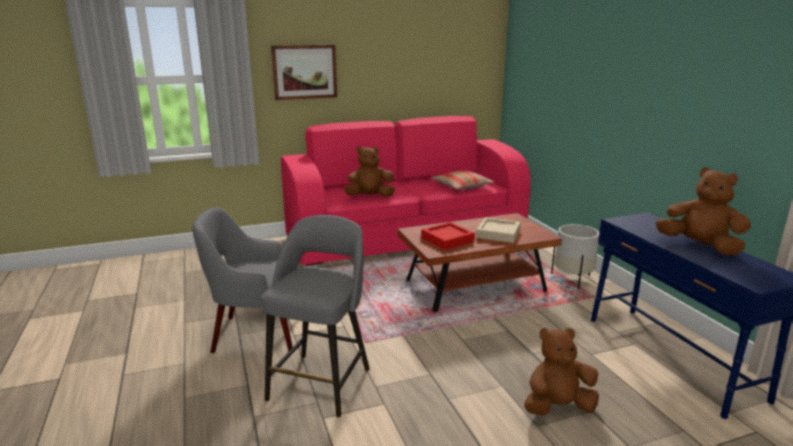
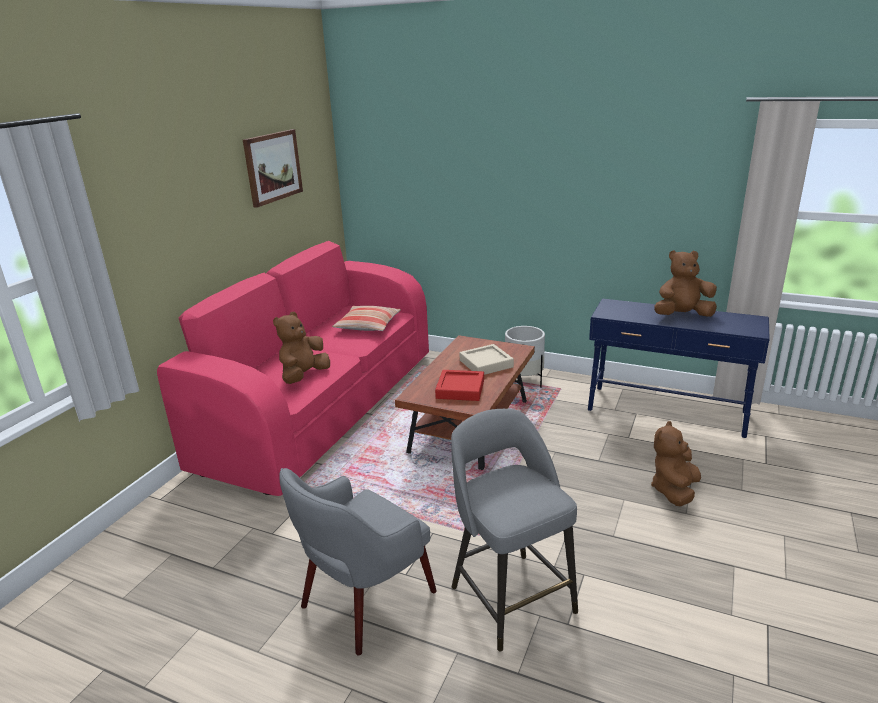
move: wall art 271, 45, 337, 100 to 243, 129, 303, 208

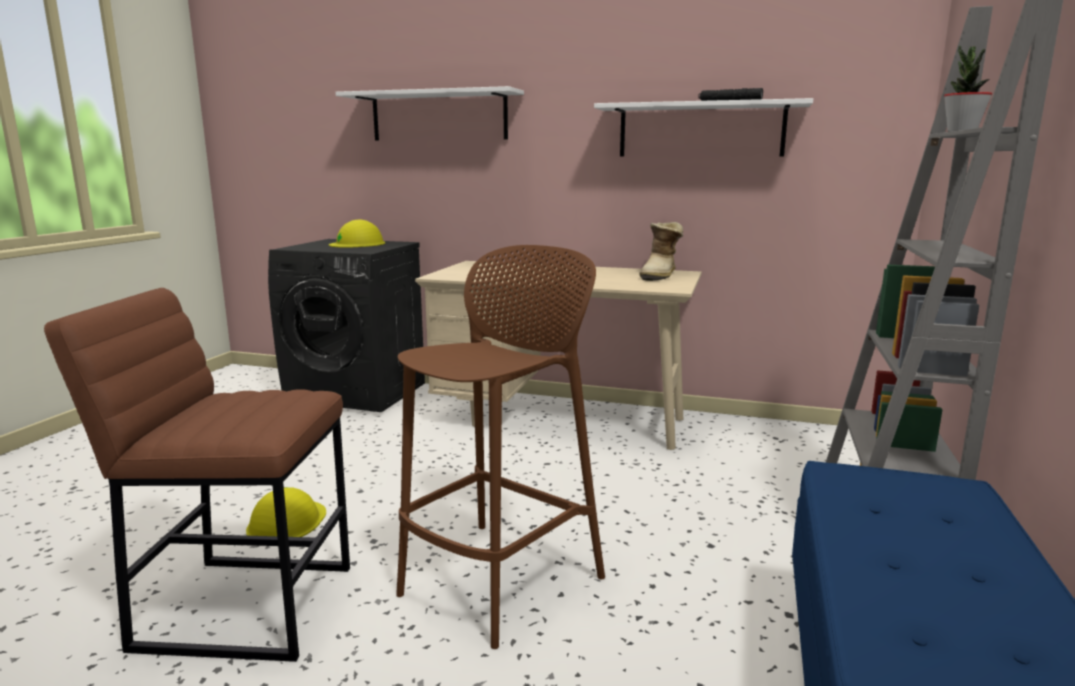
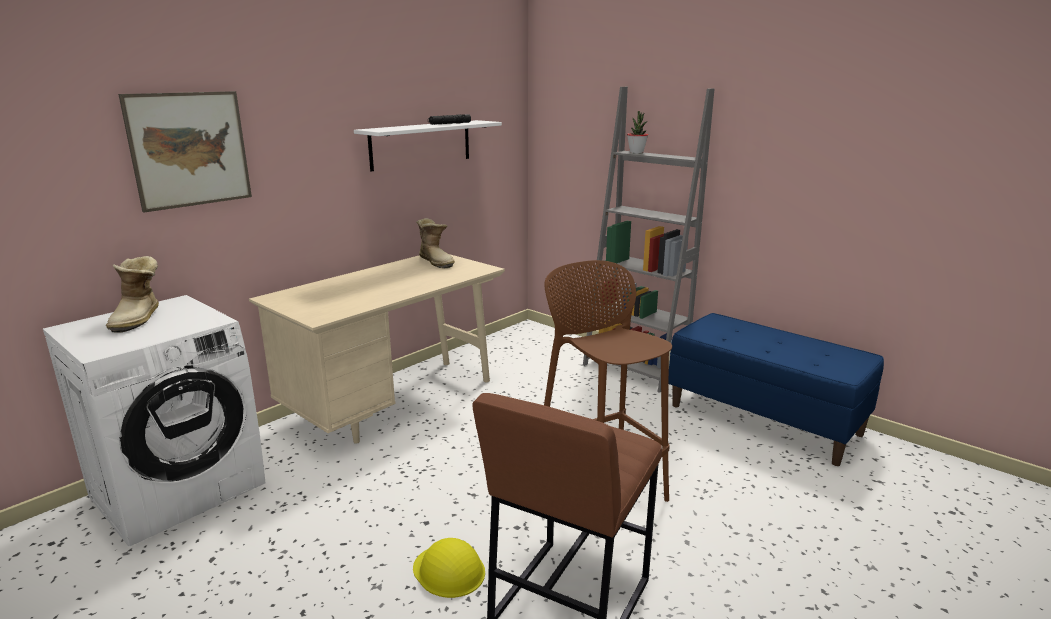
replace: safety helmet in yellow 329, 219, 385, 248 to tall boot 106, 256, 159, 333; shelf in white-coloured 335, 86, 524, 141 to wall art 118, 91, 252, 212
recolor: washing machine in blackish 268, 239, 425, 412 to washing machine in white-coloured 43, 295, 265, 546

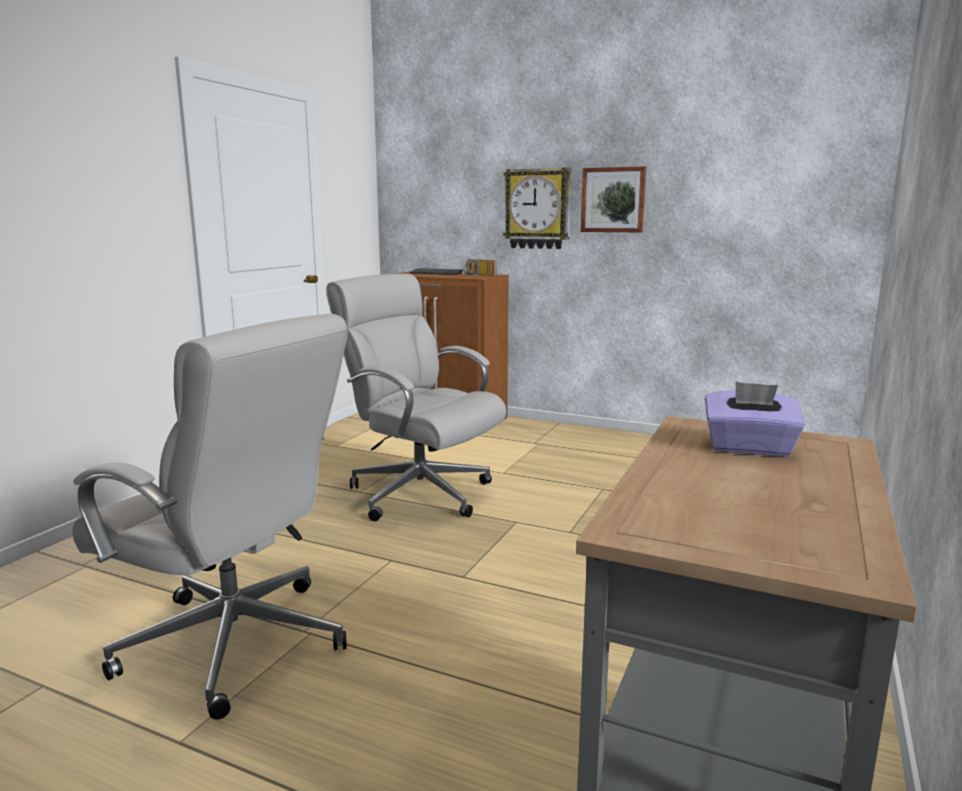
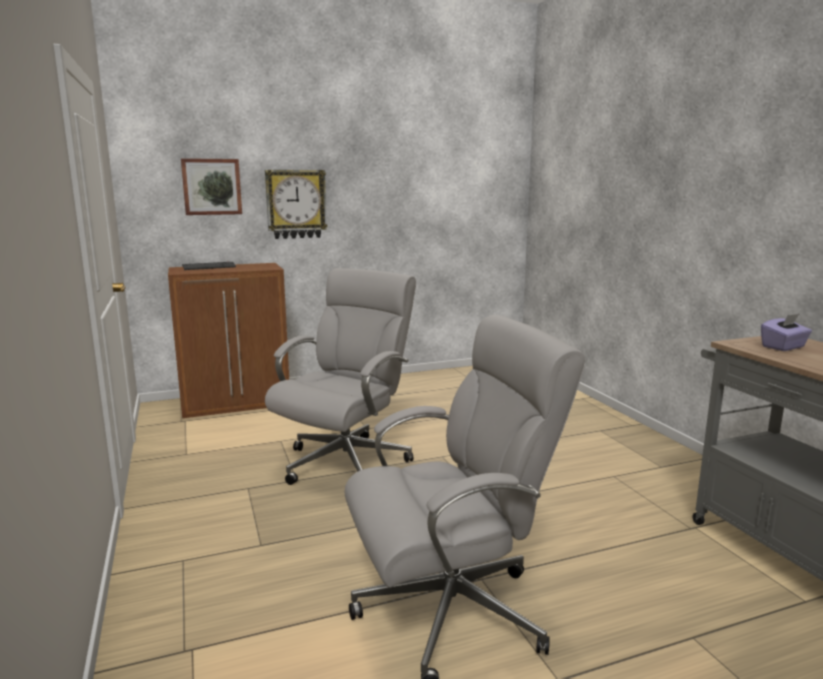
delete: radio receiver 464, 259, 497, 276
move: wall art 581, 166, 647, 233 to 181, 158, 242, 215
rotate: office chair in gray 326, 274, 506, 521 = 265, 268, 416, 485 135 degrees clockwise

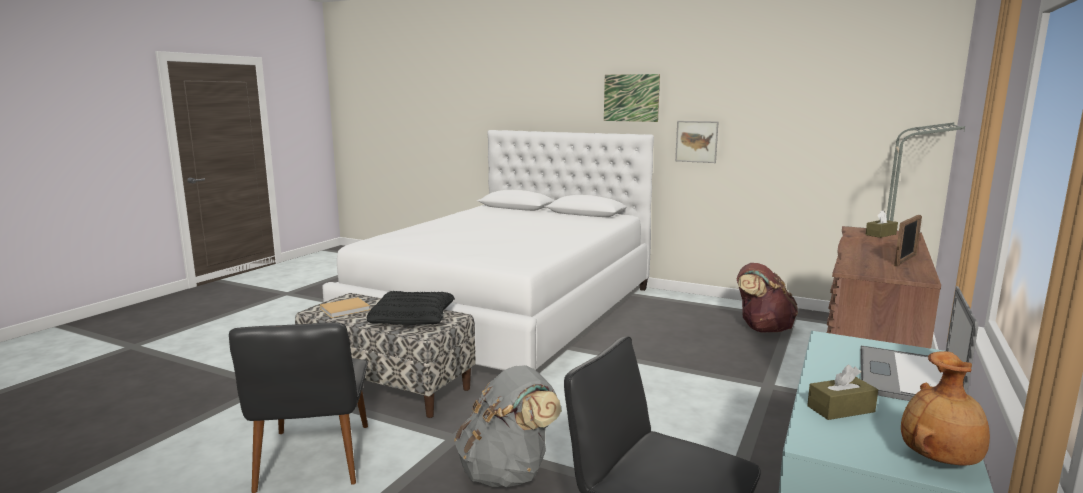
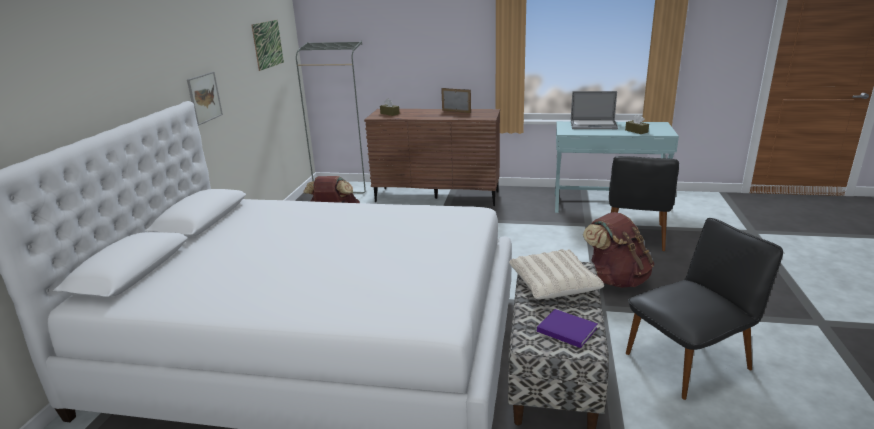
delete: flower vase in brownish 901, 351, 990, 466
move: wall art 604, 74, 660, 122 to 251, 20, 284, 71
recolor: bound book in beige-coloured 320, 297, 370, 318 to bound book in purple-coloured 537, 309, 597, 348; cushion in blackish 366, 291, 455, 325 to cushion in beige-coloured 509, 249, 604, 299; knapsack in gray 454, 365, 562, 487 to knapsack in brownish 583, 212, 654, 288

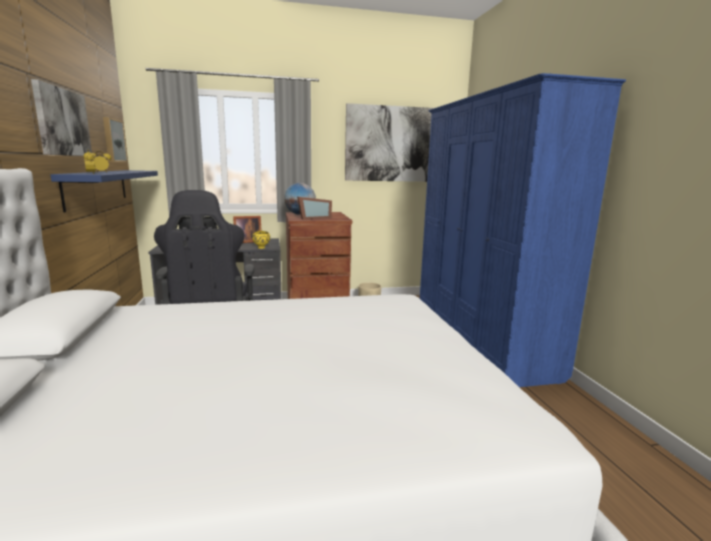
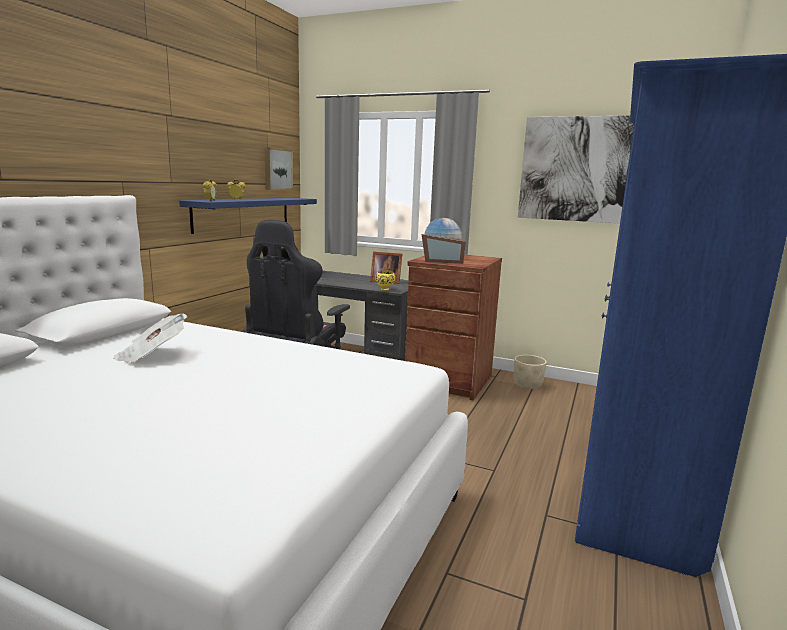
delete: wall art 31, 79, 92, 156
insert: newspaper 113, 314, 187, 363

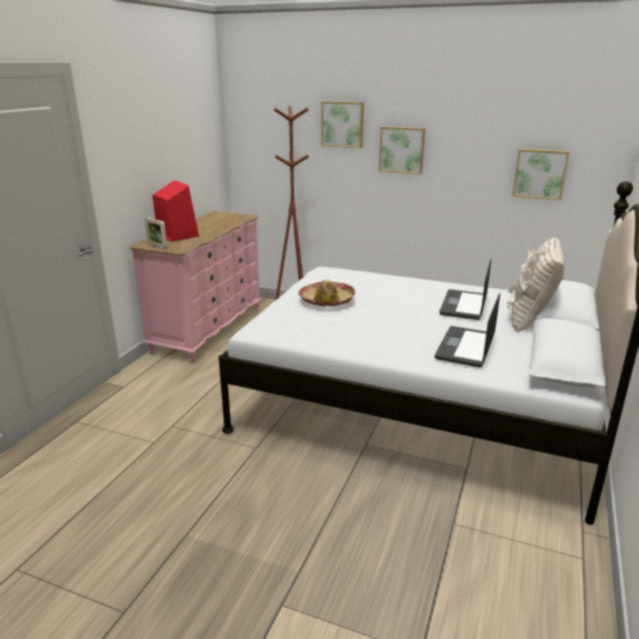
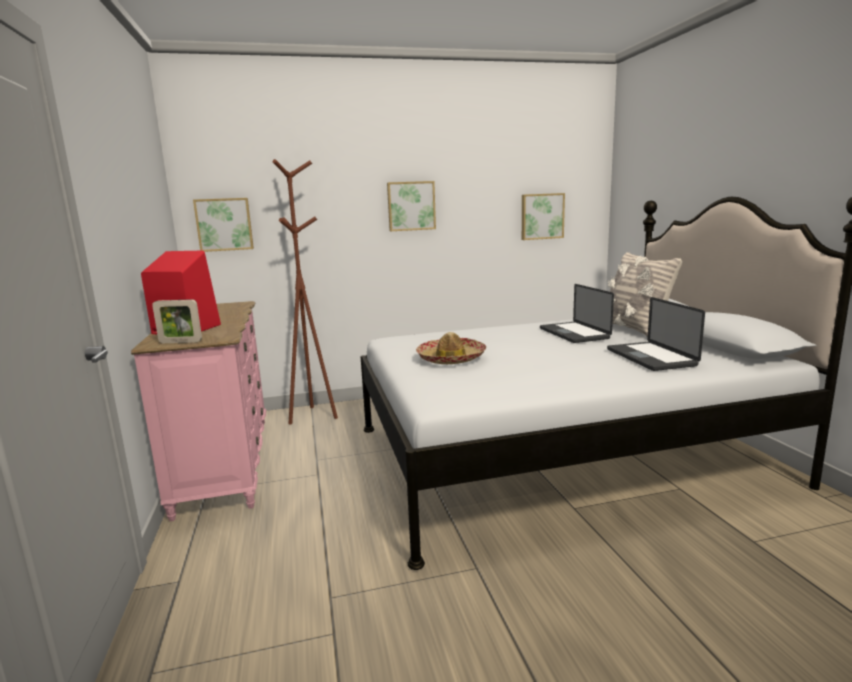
move: wall art 321, 101, 364, 148 to 193, 198, 254, 252

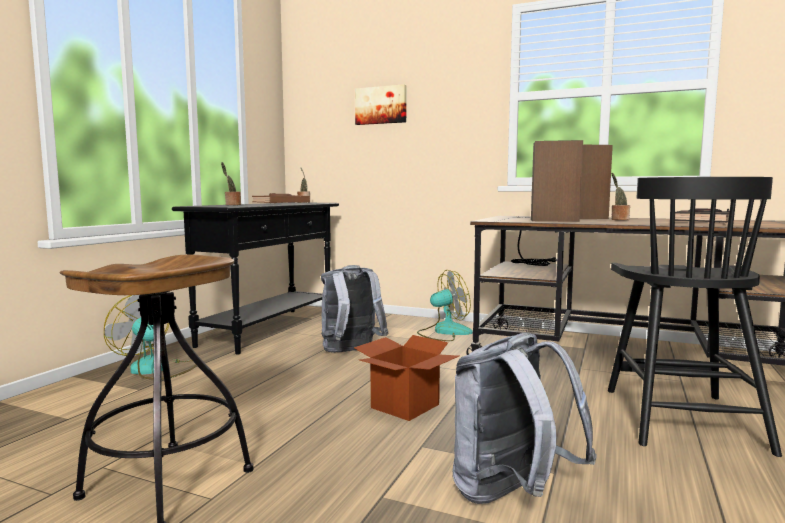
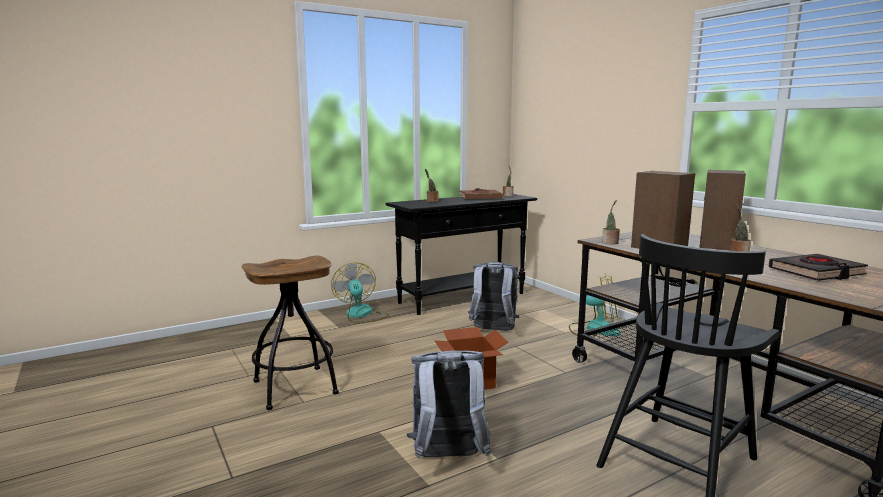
delete: wall art 355, 84, 406, 125
insert: houseplant 602, 200, 620, 245

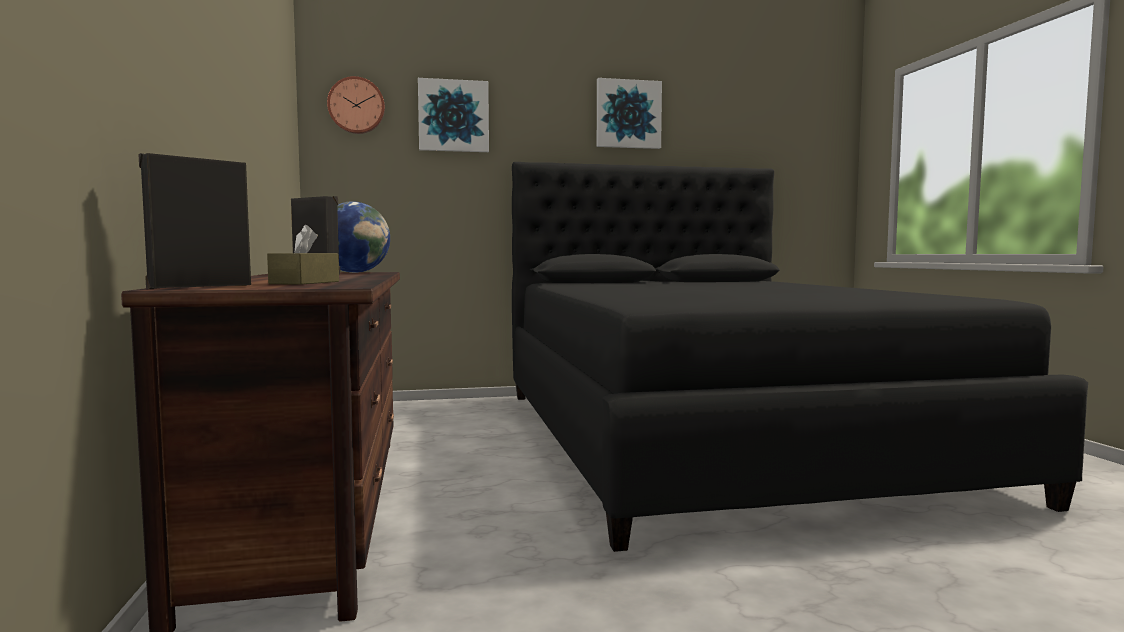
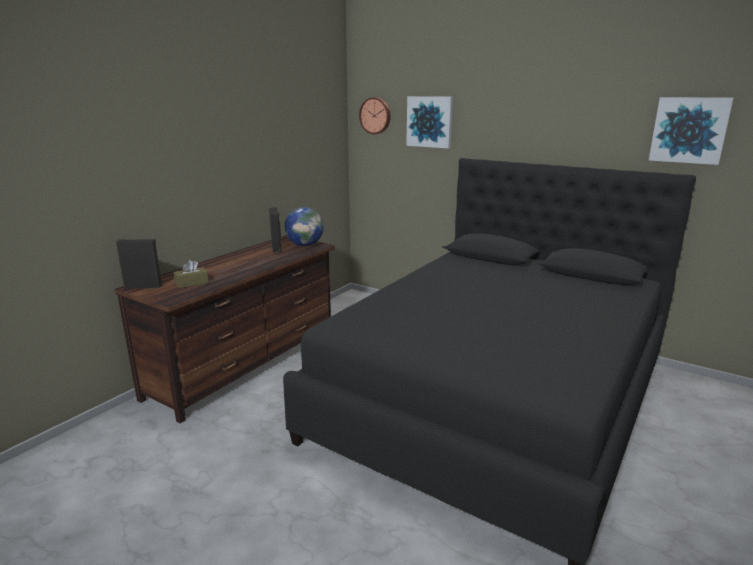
move: wall art 597, 78, 662, 149 to 649, 97, 734, 165

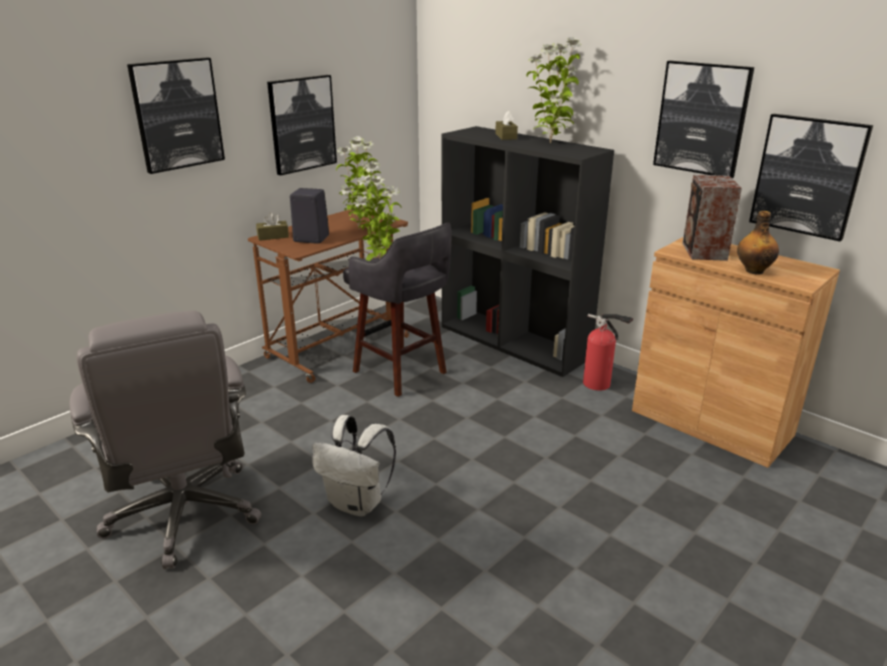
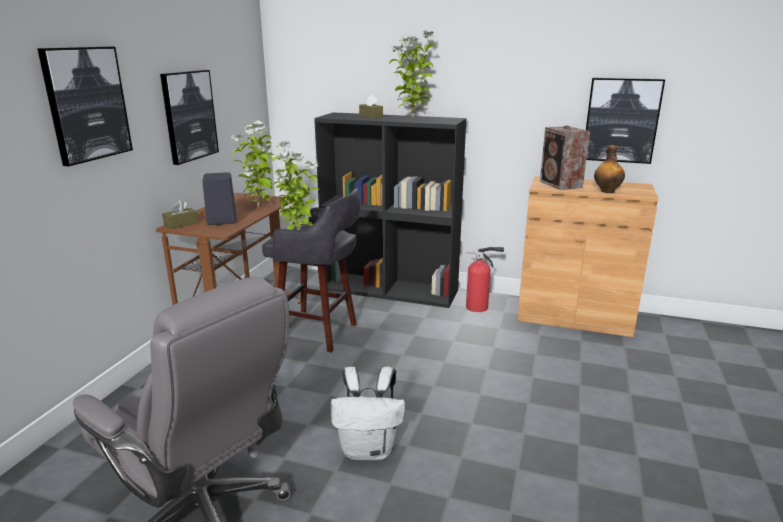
delete: wall art 653, 61, 754, 178

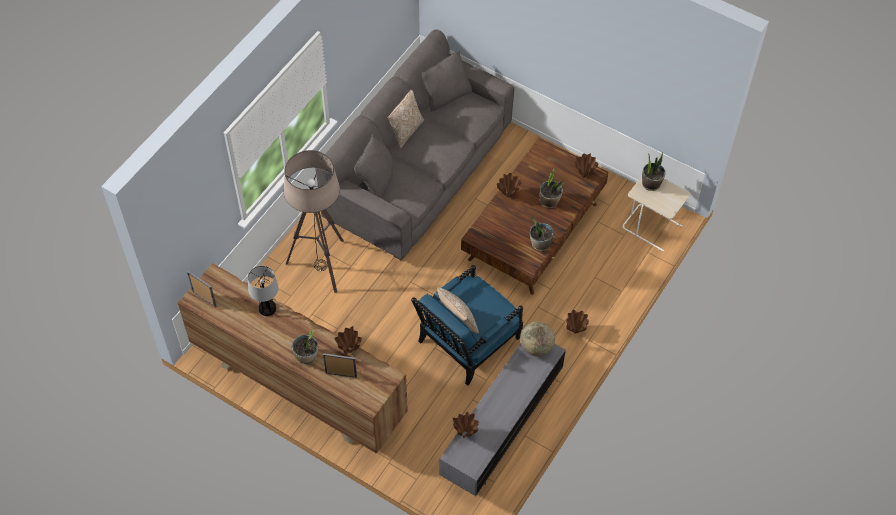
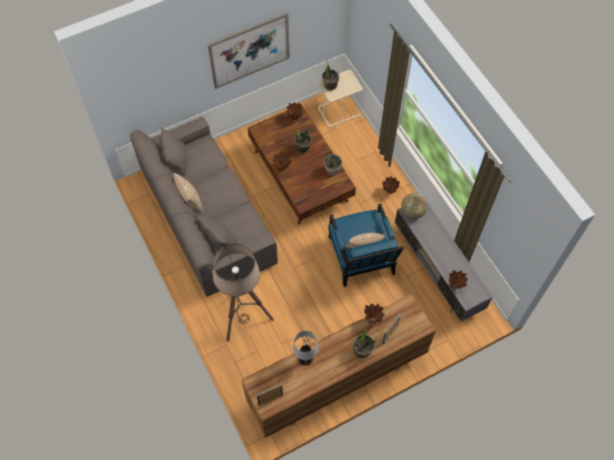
insert: wall art 208, 13, 290, 89

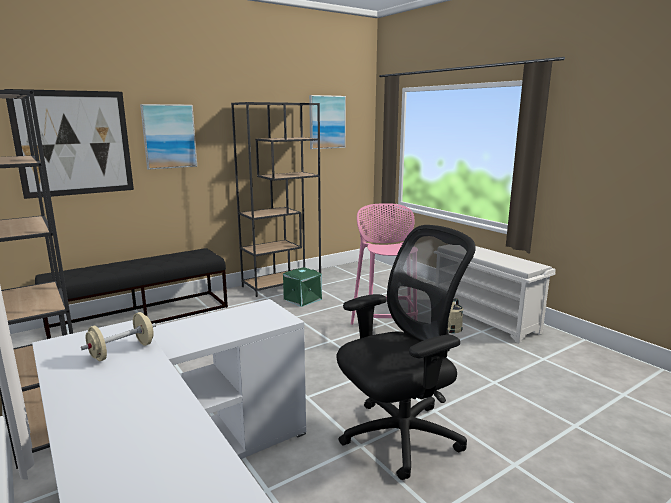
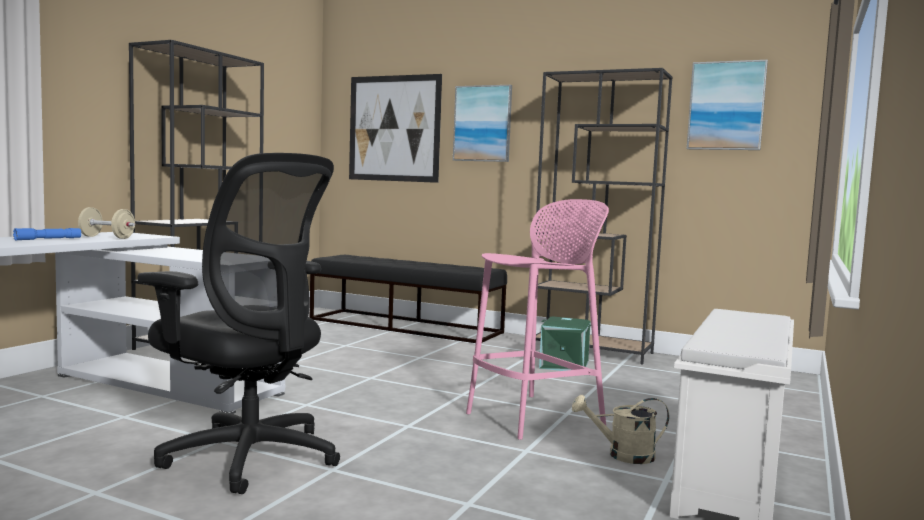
insert: hand torch in blue-coloured 13, 228, 81, 240

